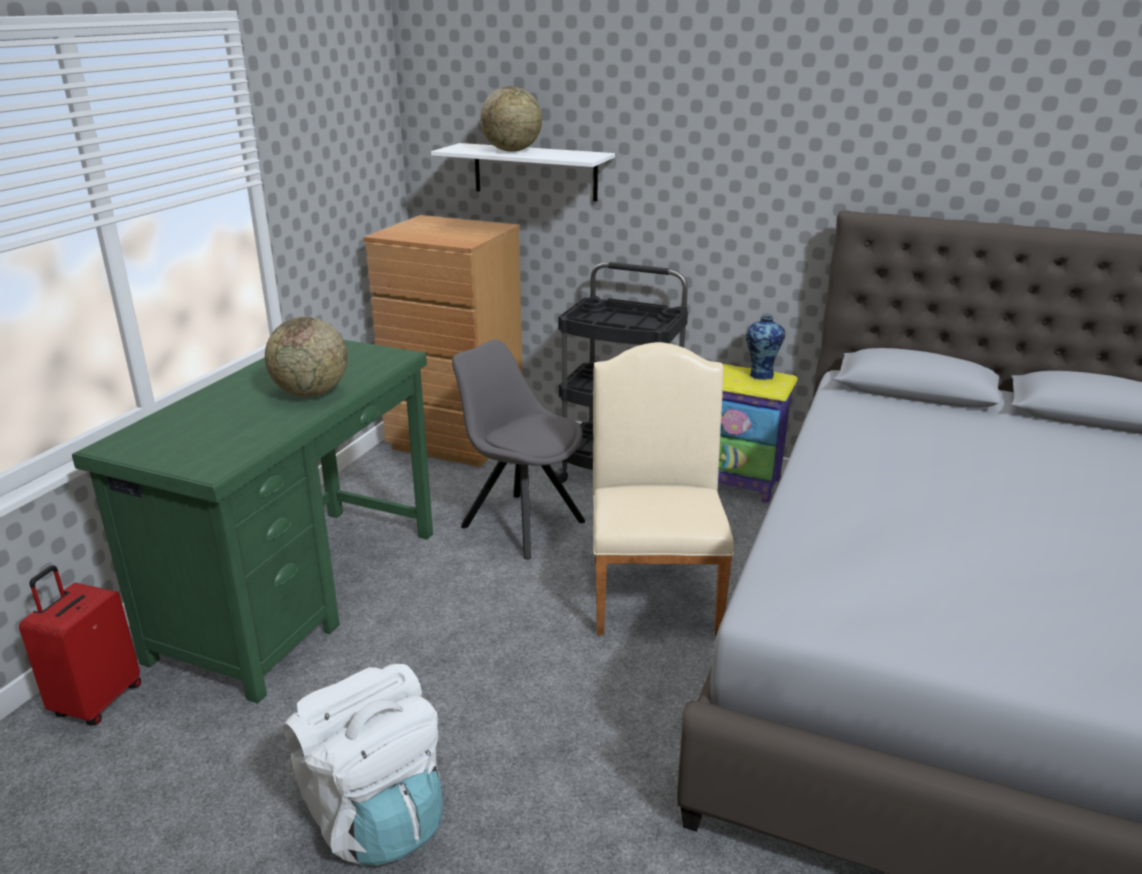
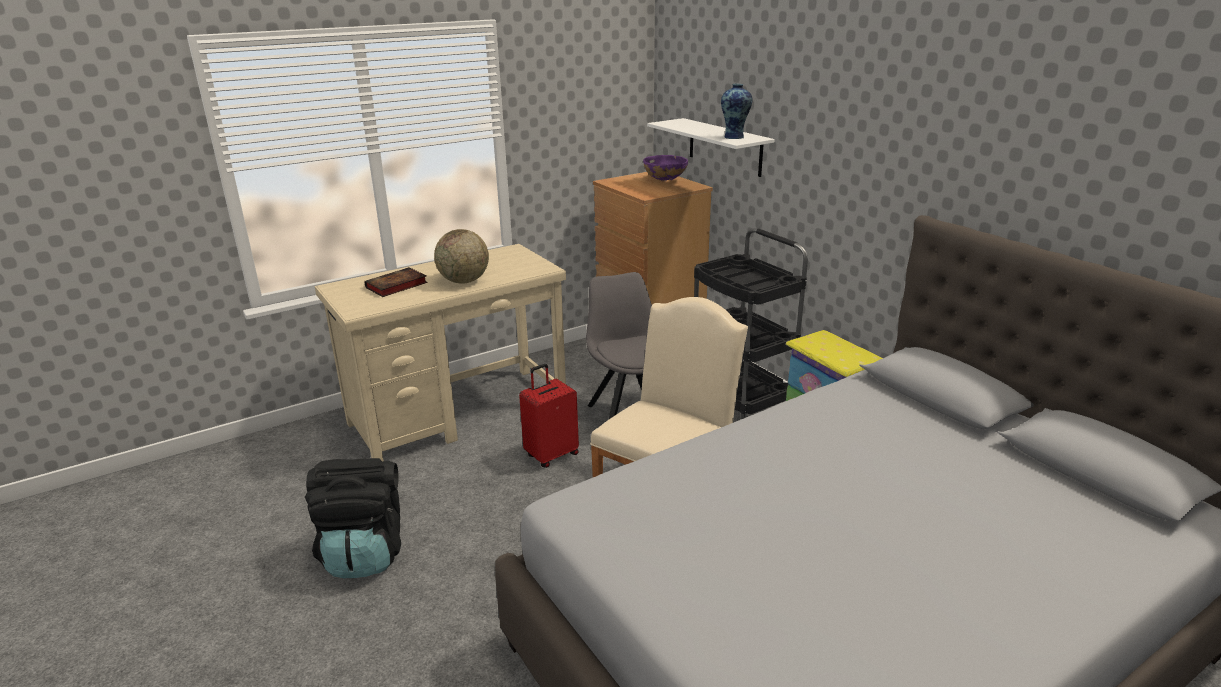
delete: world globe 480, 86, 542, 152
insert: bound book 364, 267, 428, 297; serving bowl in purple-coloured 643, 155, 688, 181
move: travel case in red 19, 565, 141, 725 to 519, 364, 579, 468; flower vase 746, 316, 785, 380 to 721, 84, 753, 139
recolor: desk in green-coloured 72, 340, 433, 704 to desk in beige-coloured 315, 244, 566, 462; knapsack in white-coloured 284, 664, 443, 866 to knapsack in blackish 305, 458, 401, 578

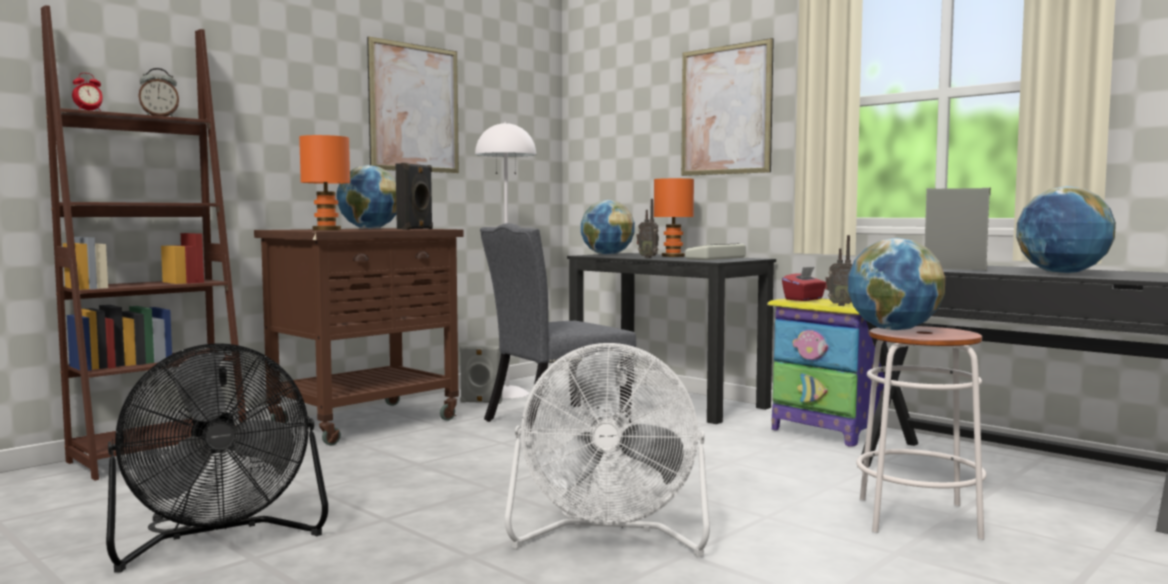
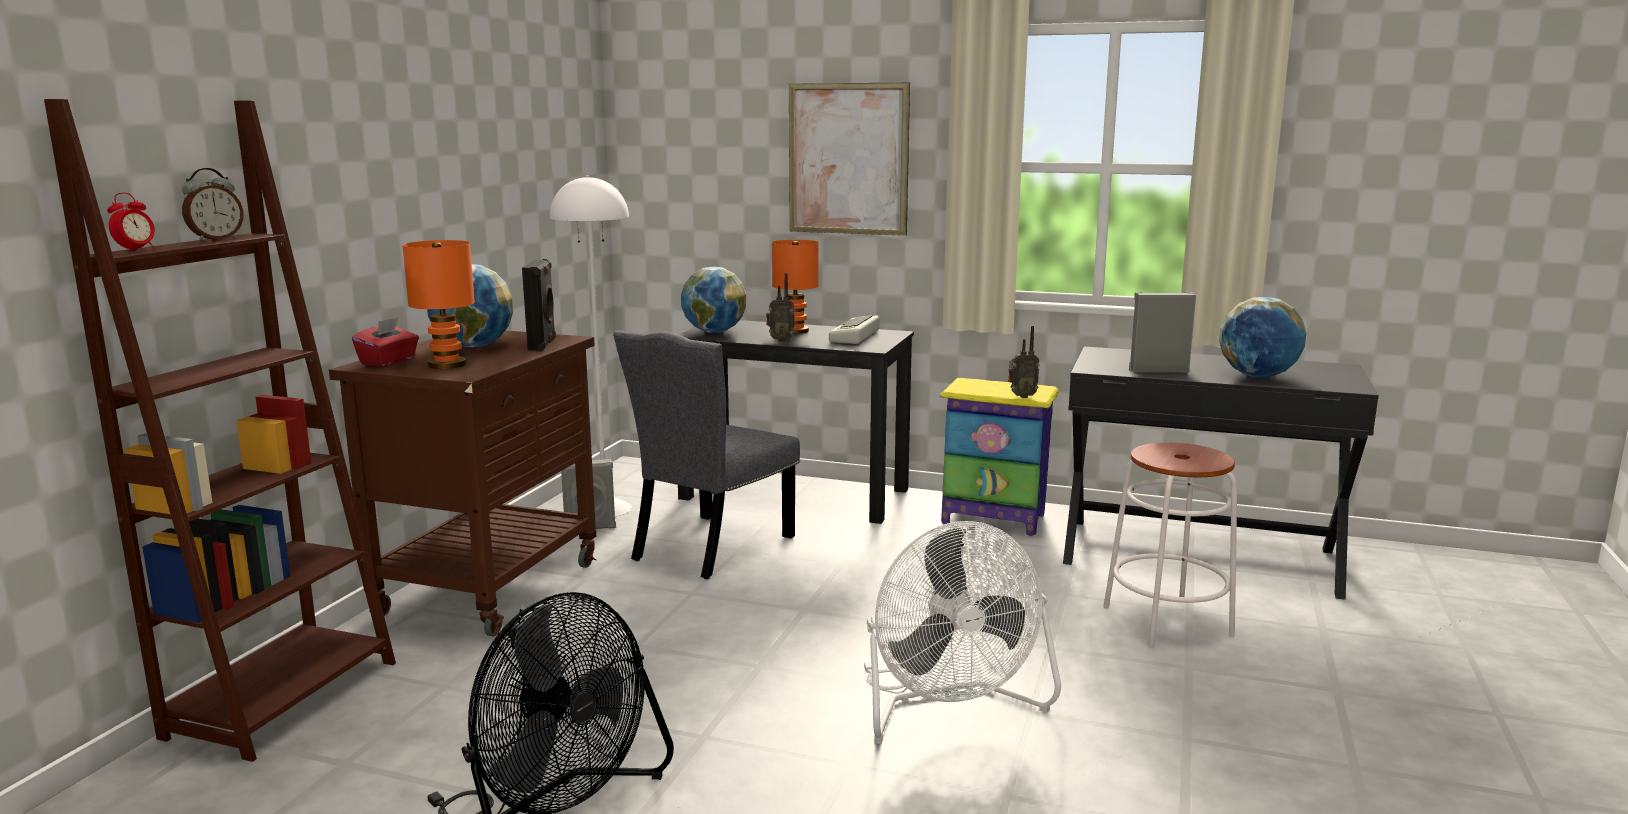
delete: wall art 367, 36, 459, 173; world globe 848, 238, 945, 330
move: tissue box in red 782, 267, 826, 301 to 352, 317, 419, 367

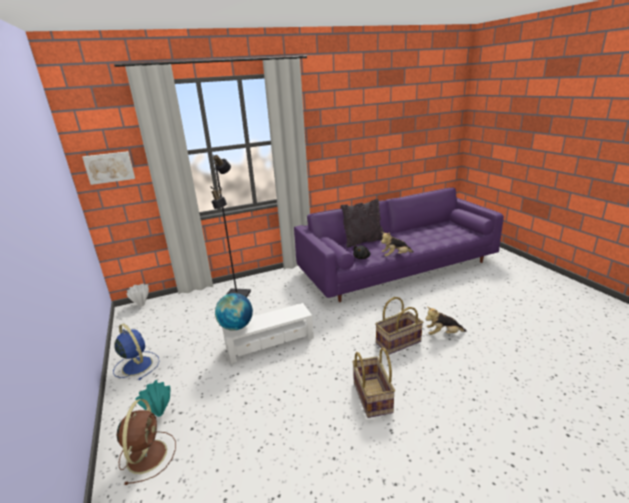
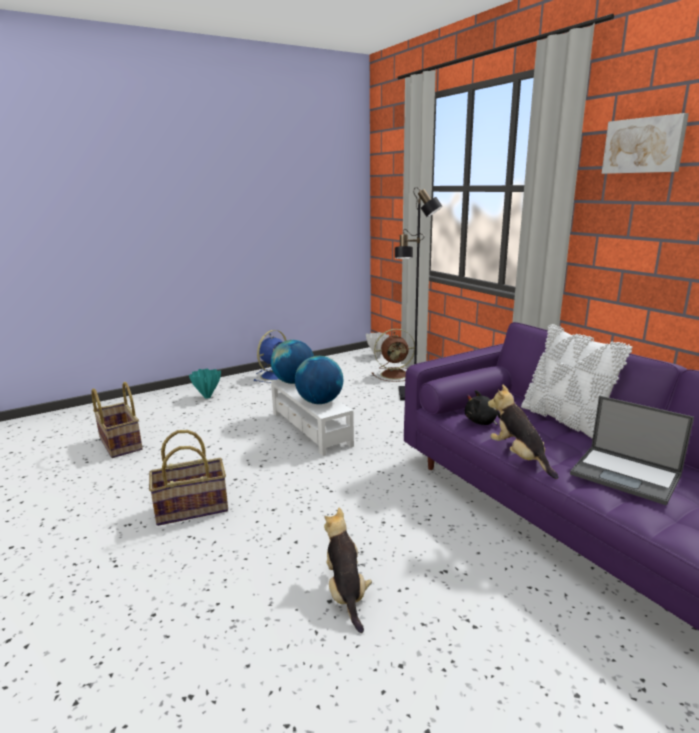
insert: world globe 295, 356, 343, 404; notebook computer 570, 395, 694, 506
move: wall art 82, 151, 135, 185 to 602, 113, 689, 174; electric fan in brownish 117, 399, 176, 485 to 372, 329, 415, 382; basket 375, 297, 423, 355 to 91, 382, 143, 458
recolor: cushion in blackish 340, 199, 384, 248 to cushion in white-coloured 521, 324, 633, 439

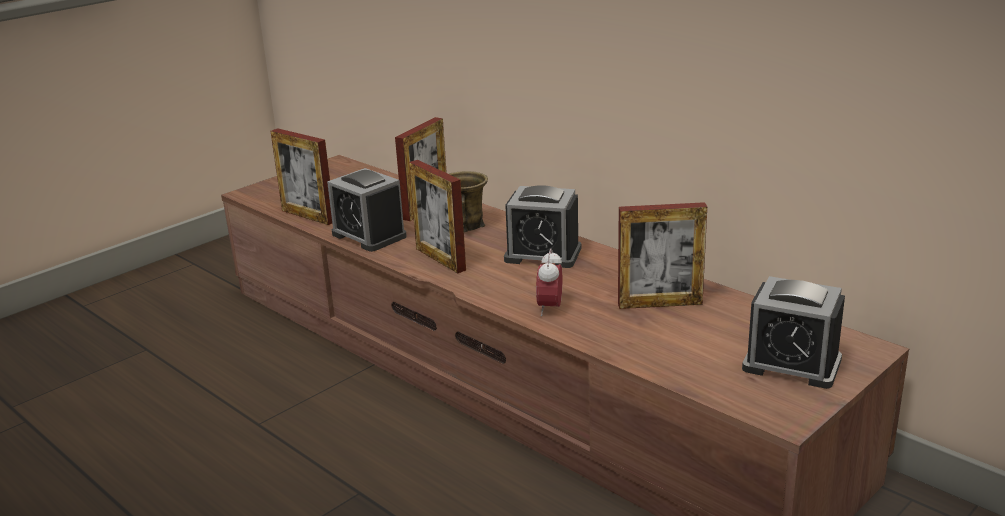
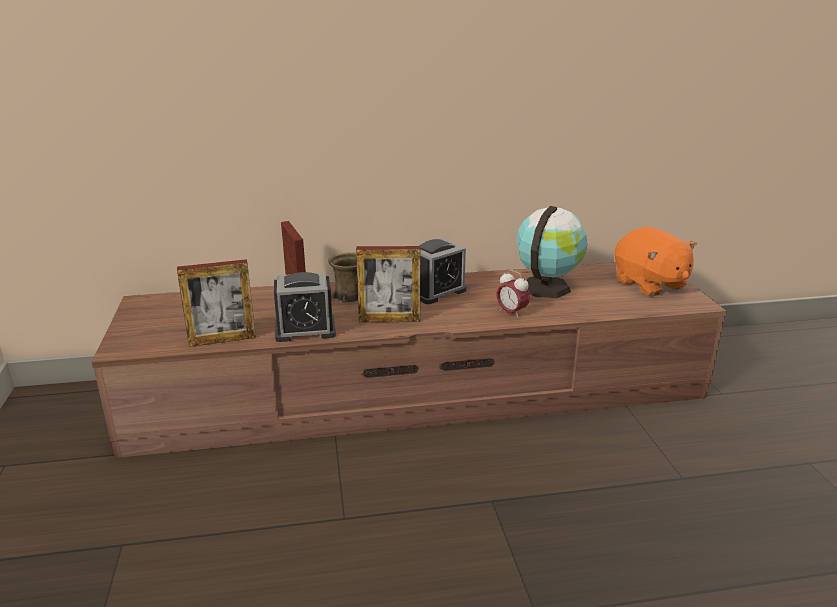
replace: picture frame 618, 202, 707, 309 to world globe 517, 206, 587, 298; bedside clock 742, 276, 845, 389 to cuddly toy in orange-coloured 614, 227, 697, 296

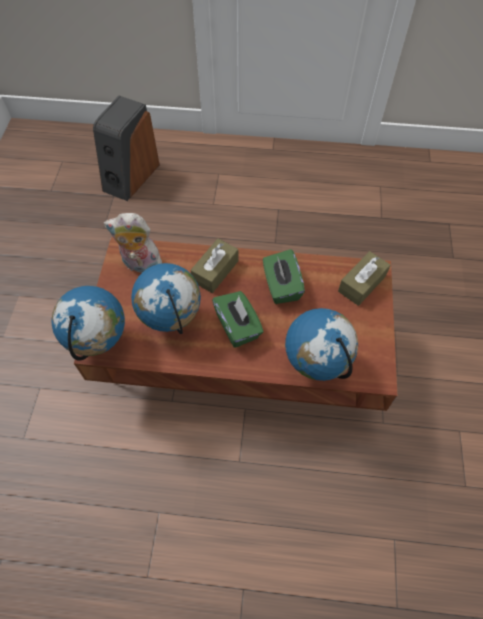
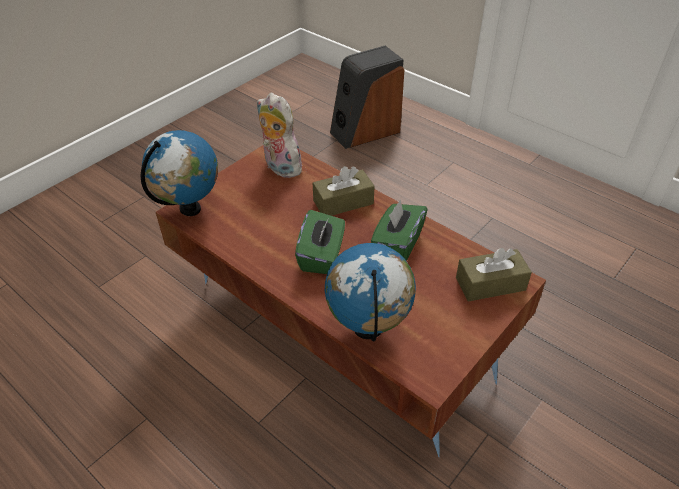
delete: world globe 131, 263, 201, 334

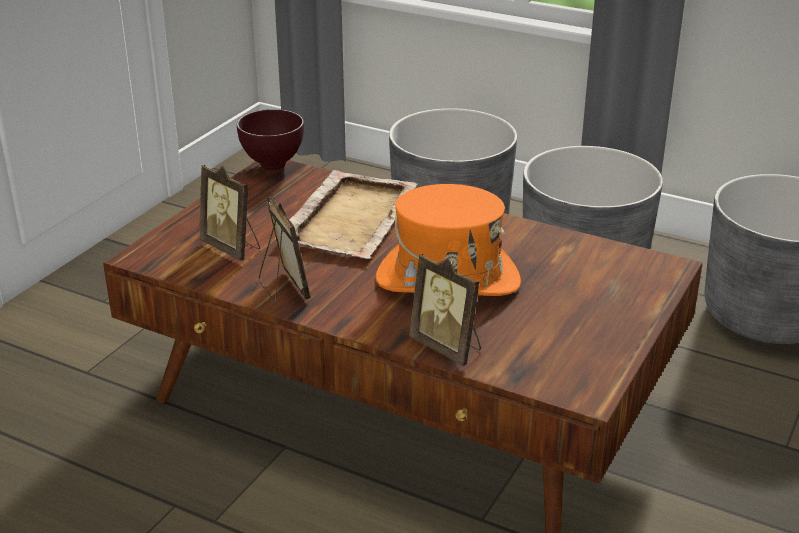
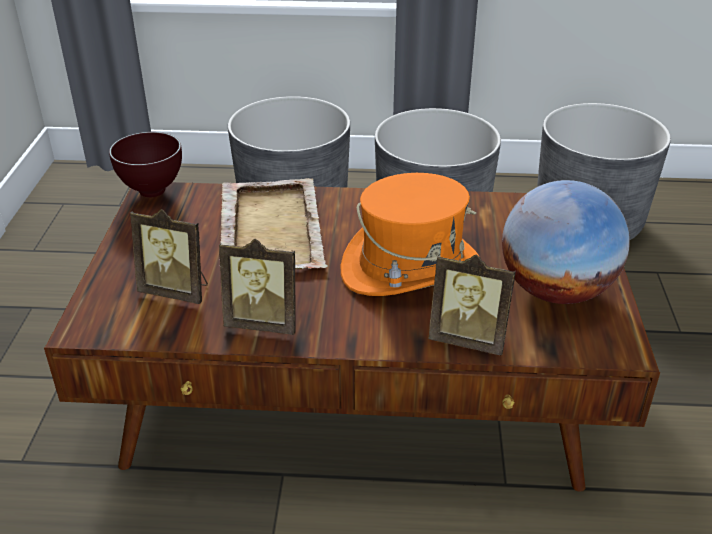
insert: world globe 502, 180, 630, 304
rotate: picture frame 259, 196, 311, 304 = 219, 239, 296, 335 150 degrees clockwise

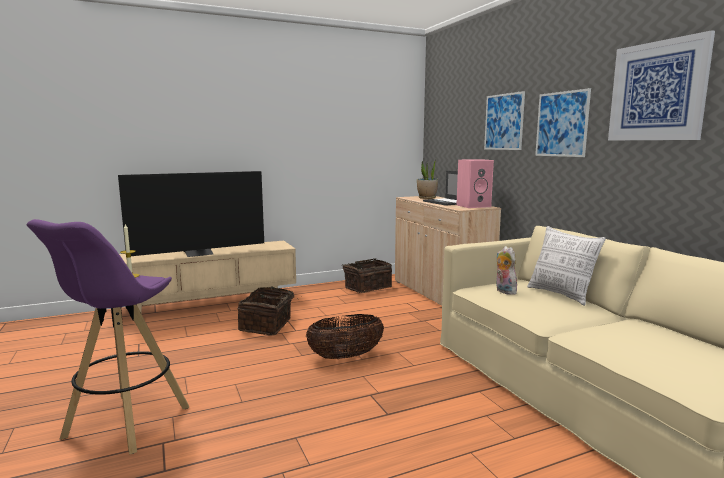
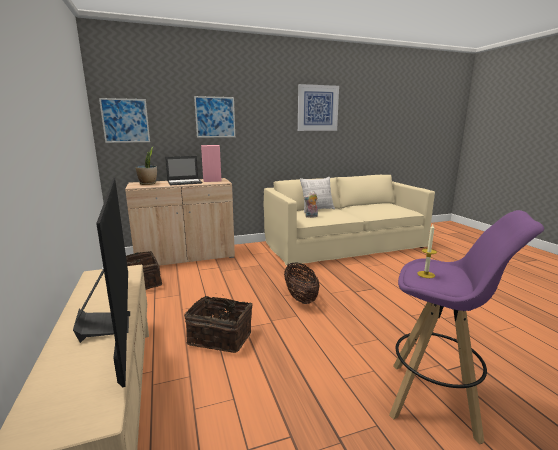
move: wall art 535, 88, 591, 157 to 99, 98, 150, 143

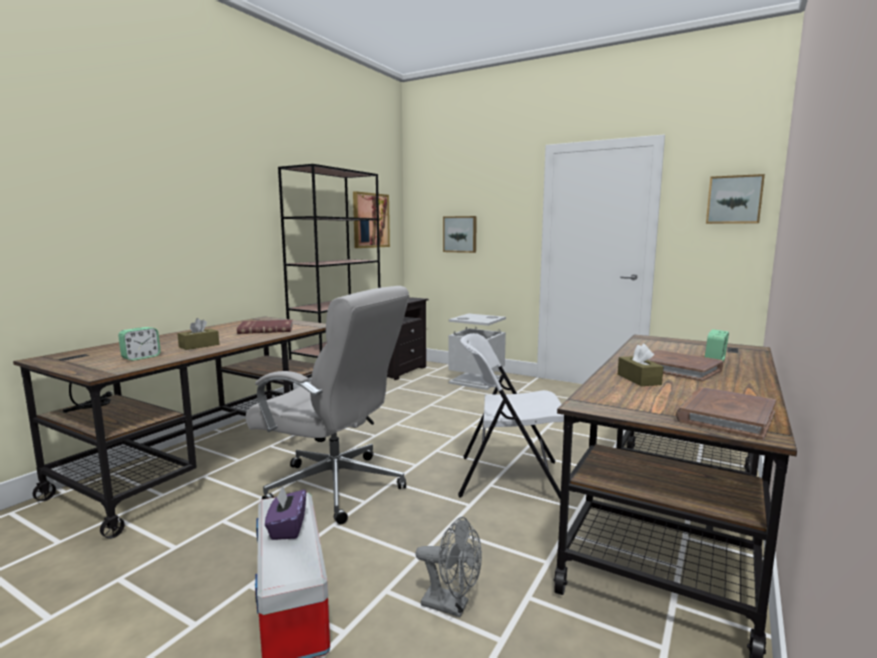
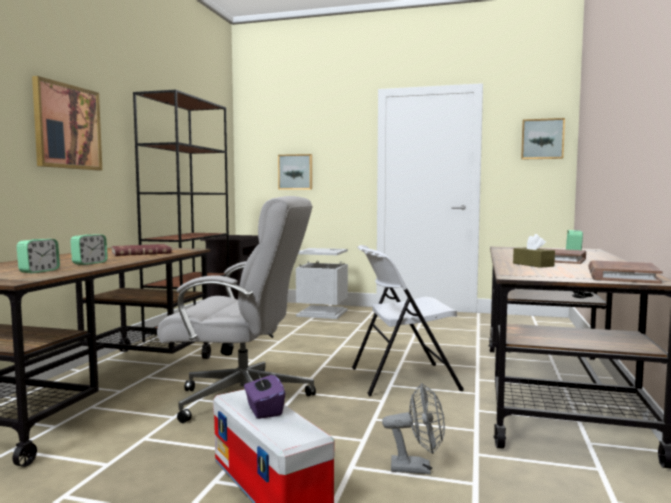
move: wall art 353, 191, 390, 248 to 32, 76, 102, 170
replace: tissue box in brownish 177, 318, 219, 350 to bedside clock 70, 234, 108, 265

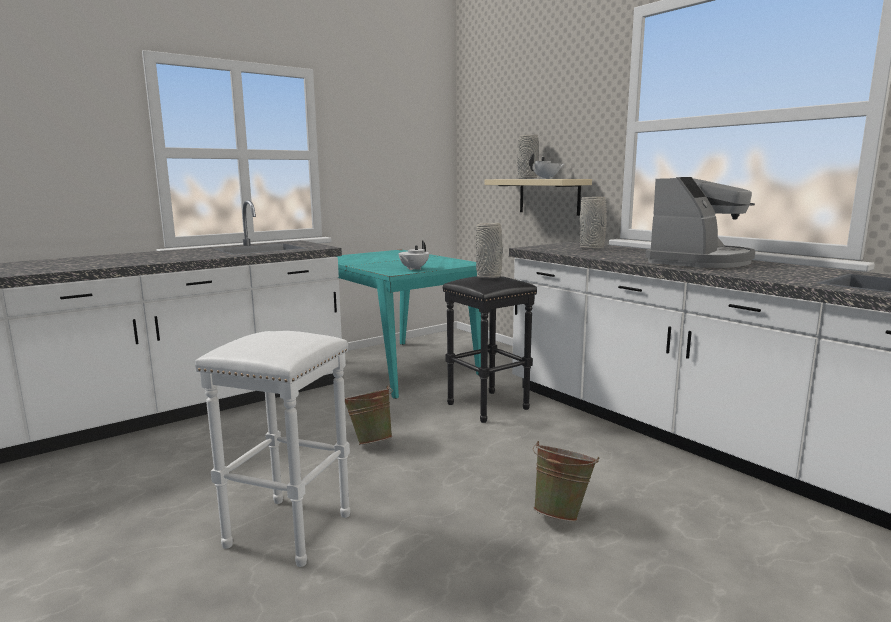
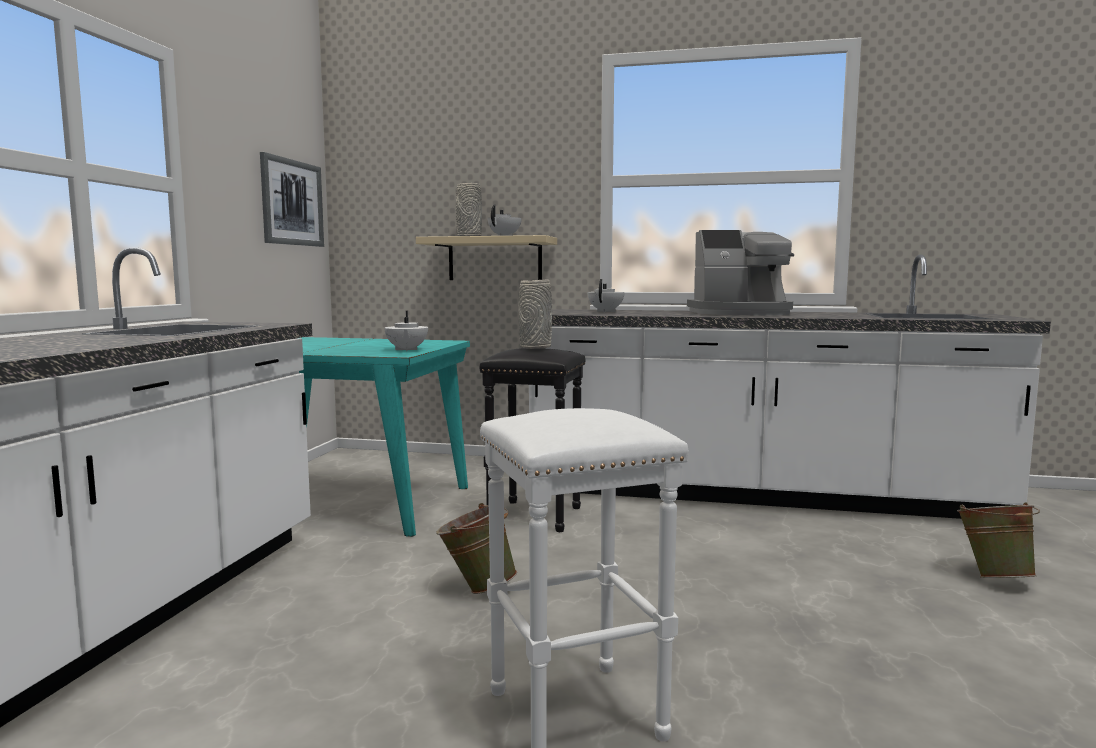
insert: wall art 260, 152, 324, 247
move: pail in green-coloured 533, 441, 599, 521 to 957, 502, 1040, 578
replace: flower vase in gray 580, 197, 607, 249 to teapot in white-coloured 588, 279, 625, 312
rotate: coffee brewer 645, 177, 755, 268 = 687, 230, 794, 315 90 degrees clockwise

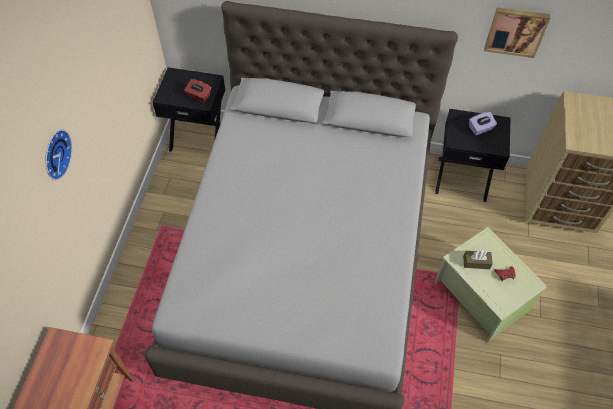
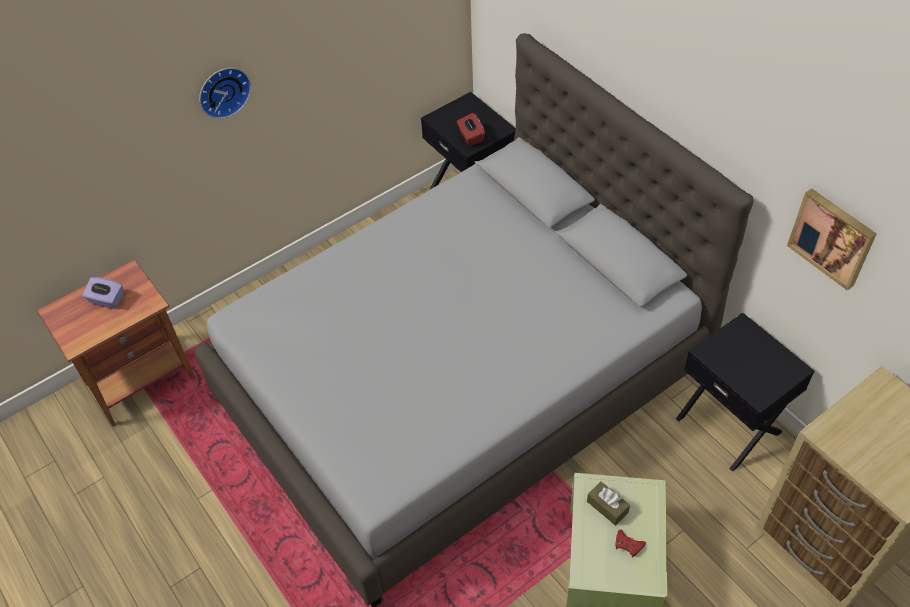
move: tissue box in purple-coloured 469, 112, 497, 135 to 82, 277, 123, 309

